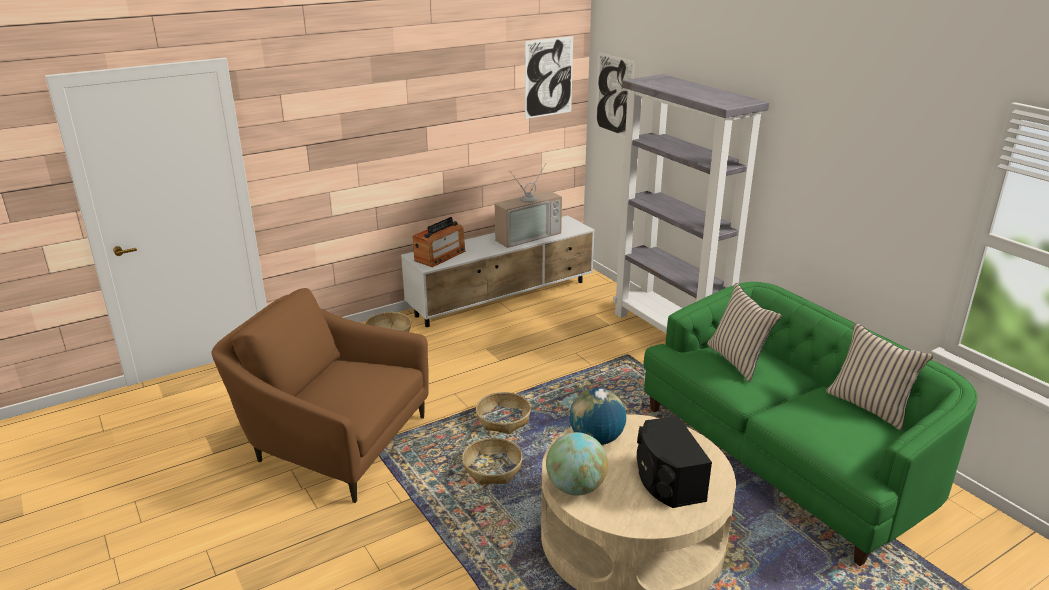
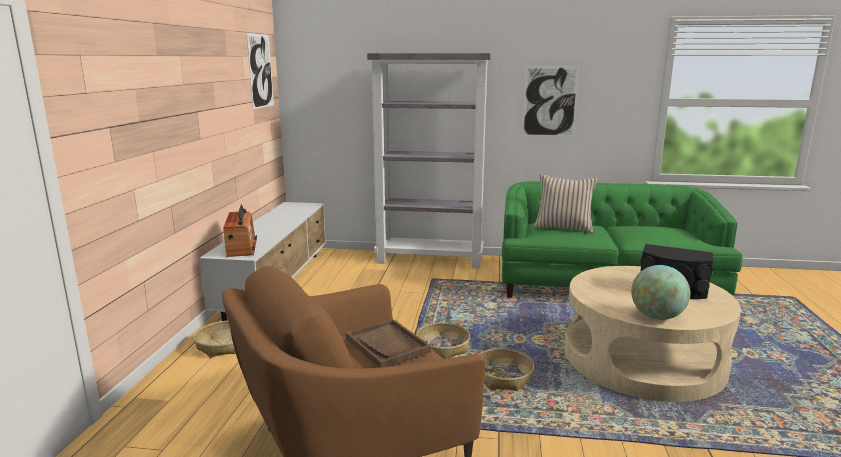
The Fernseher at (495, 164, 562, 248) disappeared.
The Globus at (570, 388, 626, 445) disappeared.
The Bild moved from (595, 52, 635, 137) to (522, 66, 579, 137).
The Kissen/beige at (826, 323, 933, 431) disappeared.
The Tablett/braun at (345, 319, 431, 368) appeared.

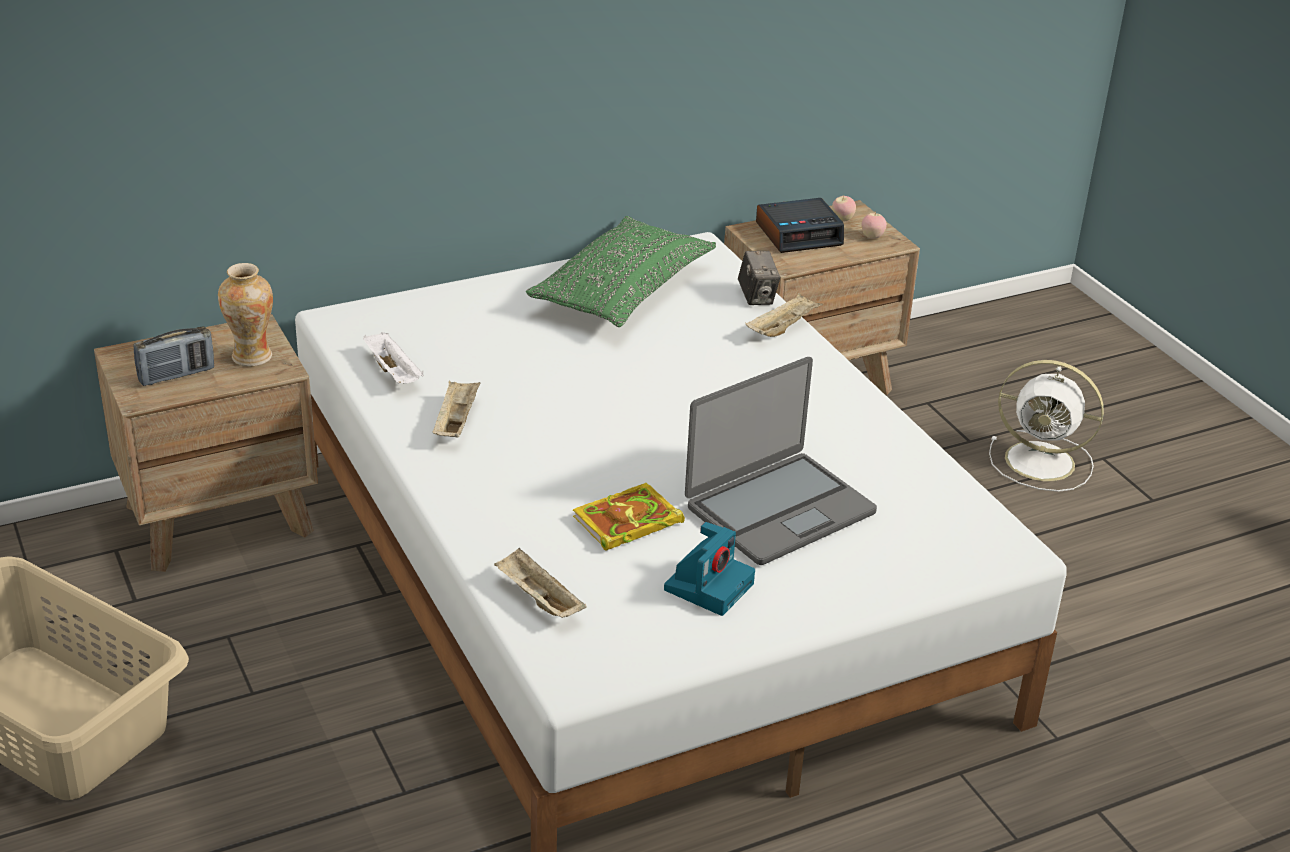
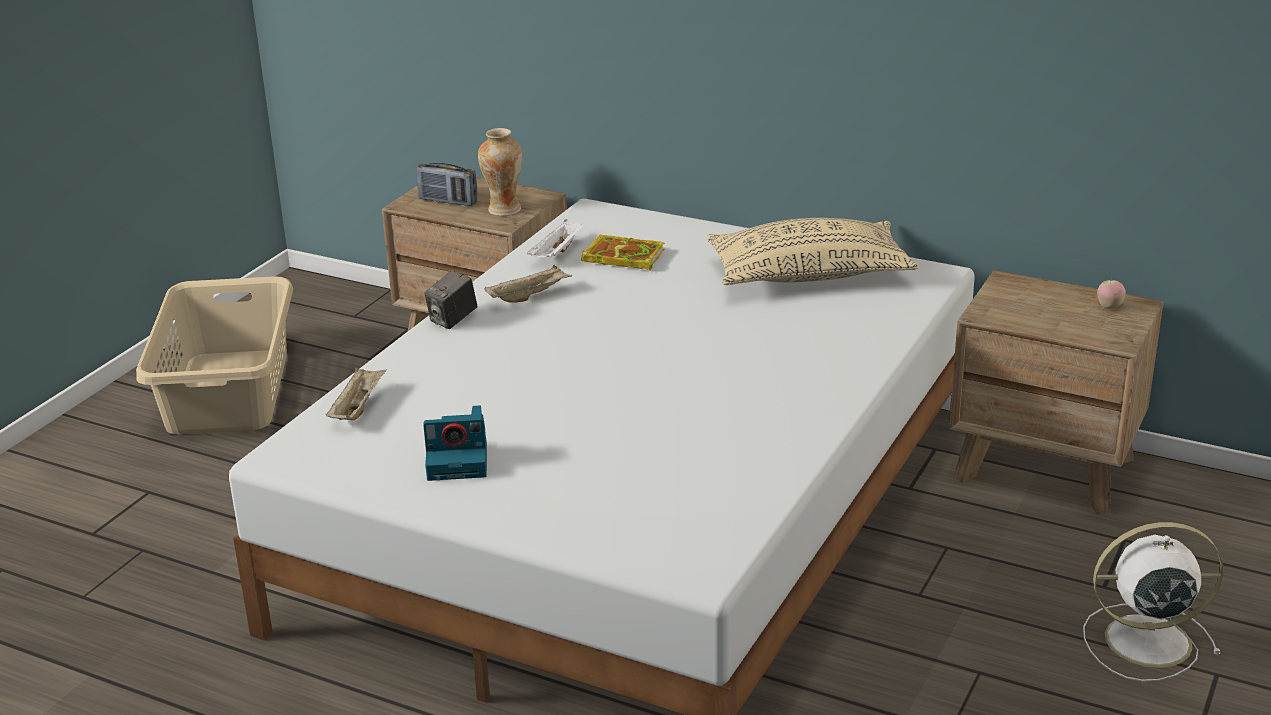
The Kissen/grün at (526, 216, 716, 327) became the Kissen/beige at (707, 218, 918, 285).
The Buch moved from (573, 483, 685, 551) to (581, 235, 665, 271).
The Laptop at (685, 357, 877, 565) disappeared.
The Kamera moved from (738, 251, 780, 305) to (424, 270, 477, 329).
The Tablett/beige at (746, 293, 823, 337) disappeared.
The Wecker at (756, 198, 844, 253) disappeared.
The Apfel at (862, 212, 887, 239) disappeared.
The Ventilator/weiß at (989, 360, 1104, 492) turned 105 degrees clockwise.

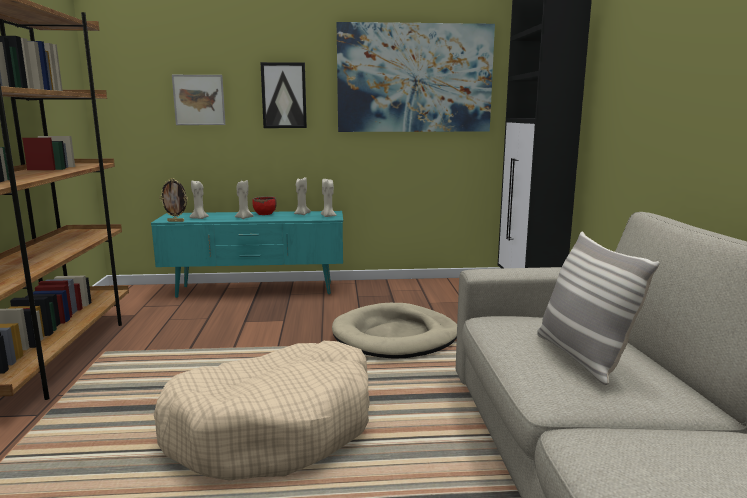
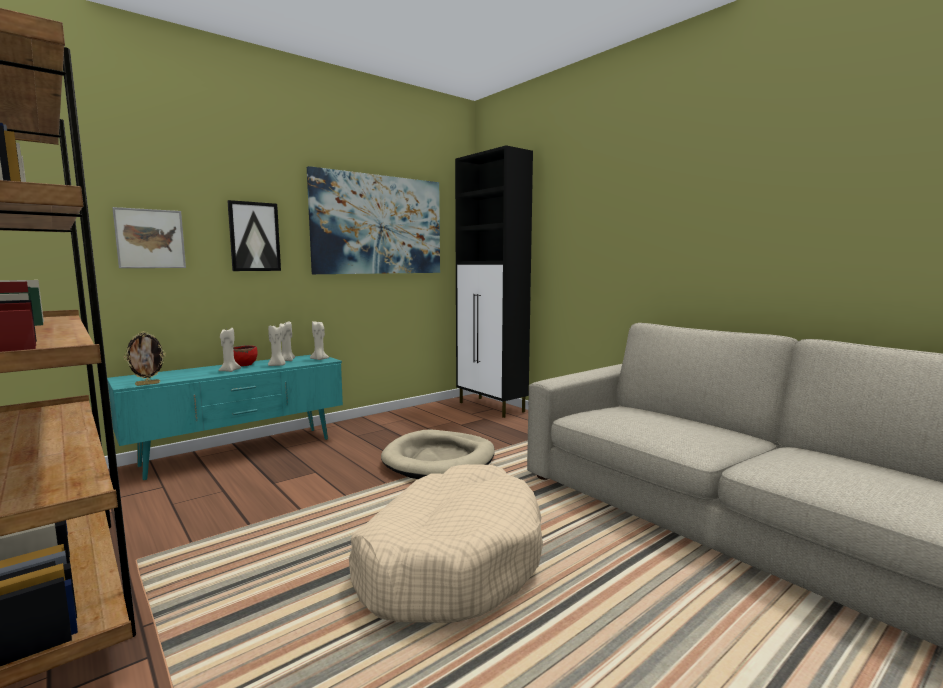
The Kerze/beige moved from (190, 180, 209, 219) to (268, 326, 285, 366).
The Kissen at (537, 232, 660, 385) disappeared.

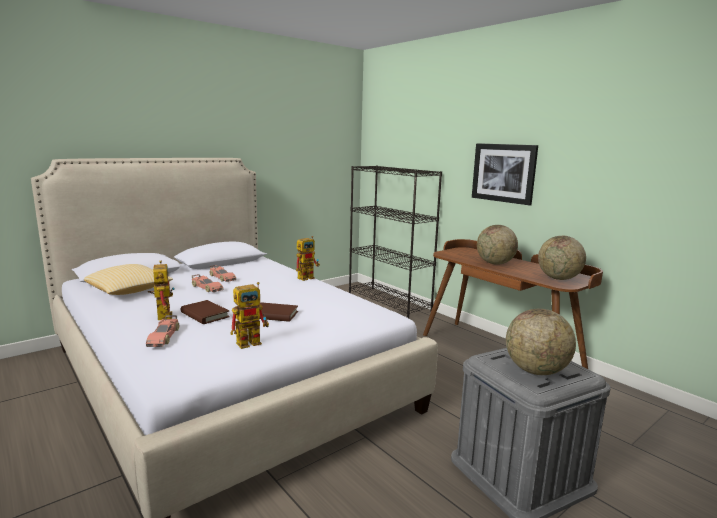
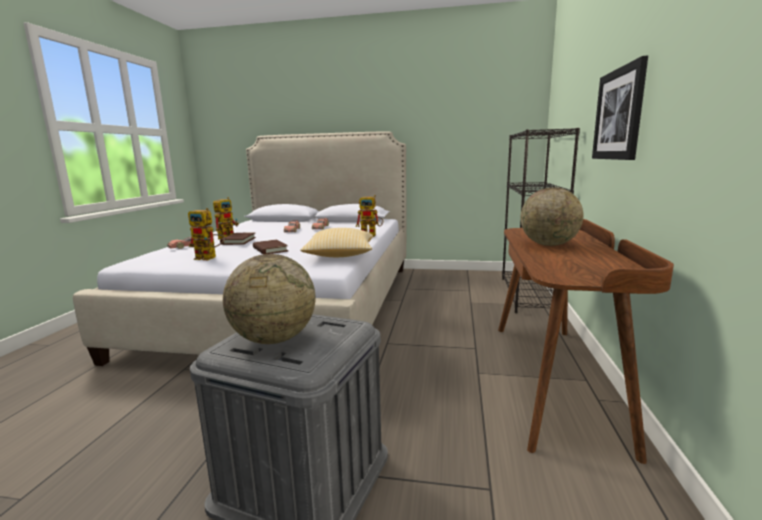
The Kissen moved from (84, 264, 173, 295) to (300, 228, 373, 257).
The Globus at (538, 236, 586, 280) disappeared.

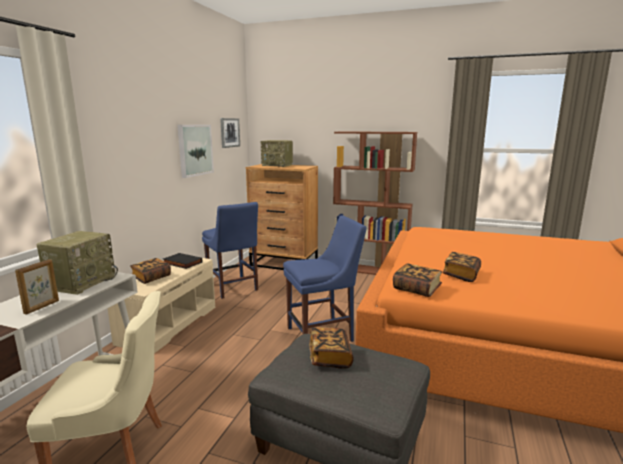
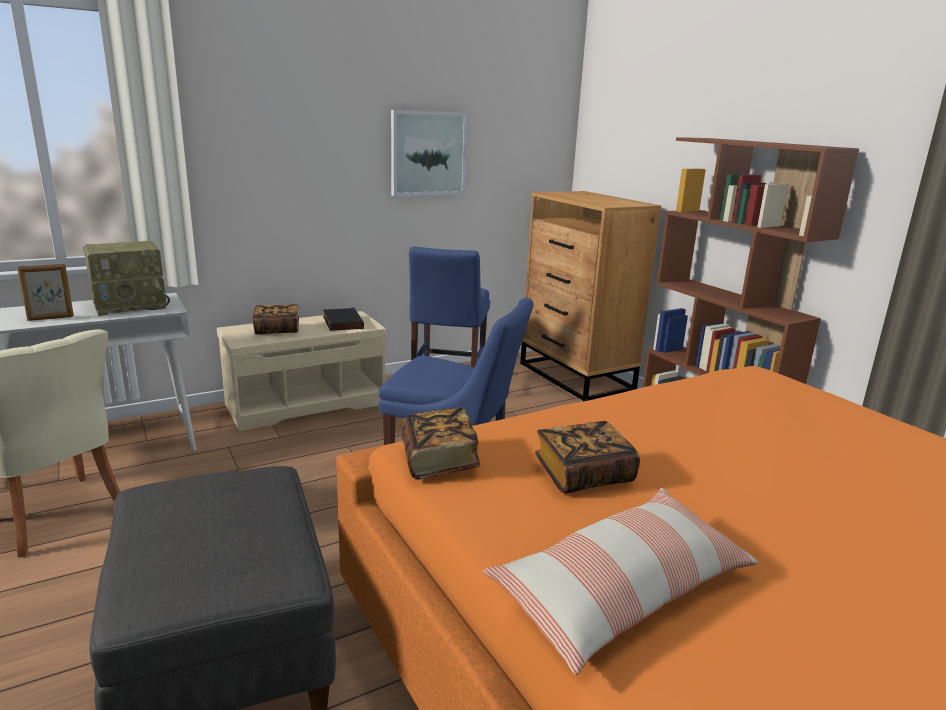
The Bild at (220, 118, 240, 148) disappeared.
The Radio at (261, 140, 293, 167) disappeared.
The Buch at (309, 327, 354, 369) disappeared.
The Kissen at (483, 488, 758, 676) appeared.

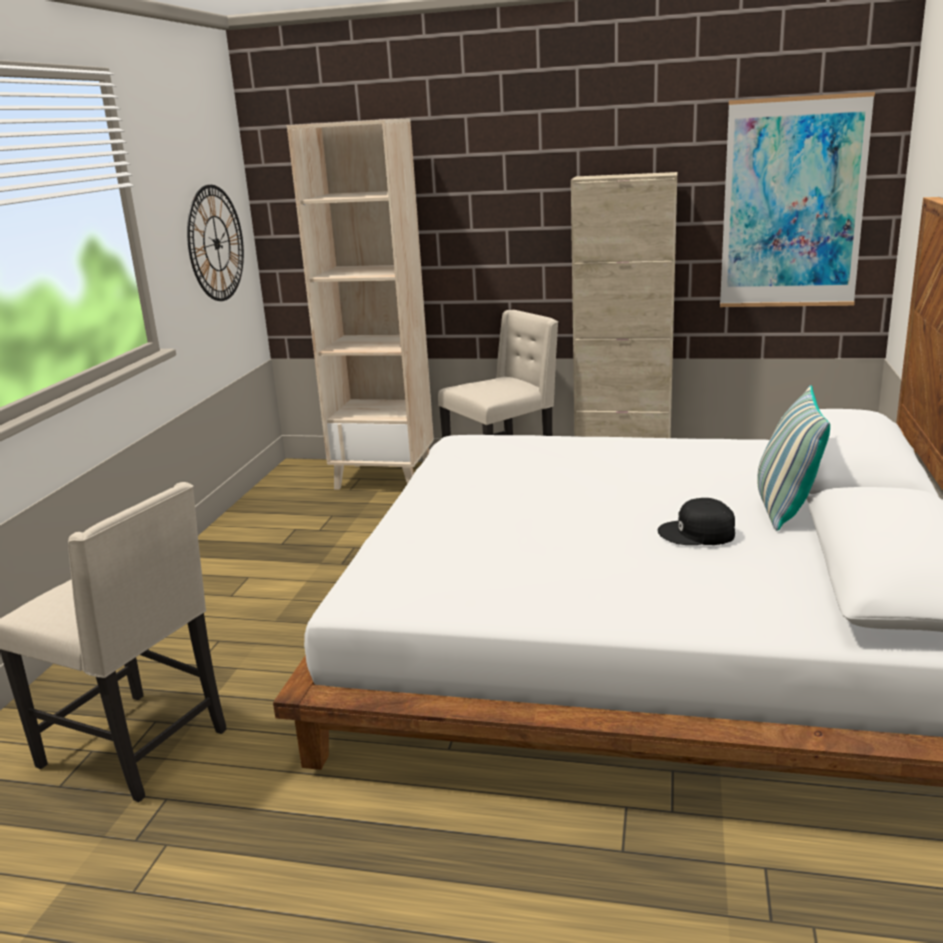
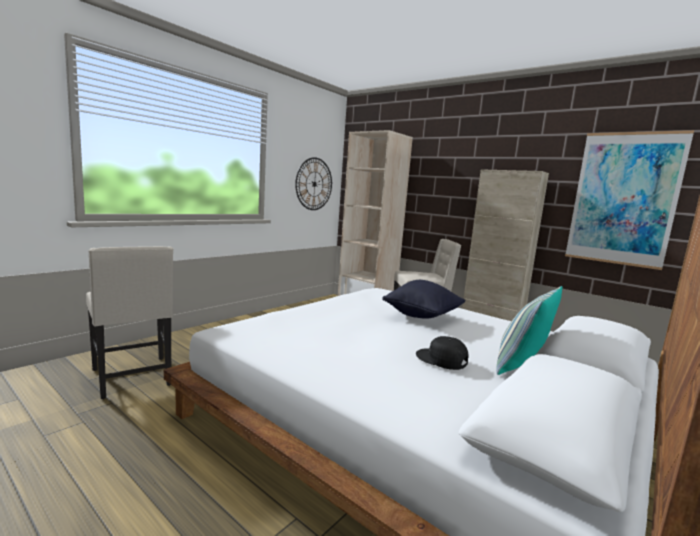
The Kissen/schwarz at (382, 280, 465, 319) appeared.

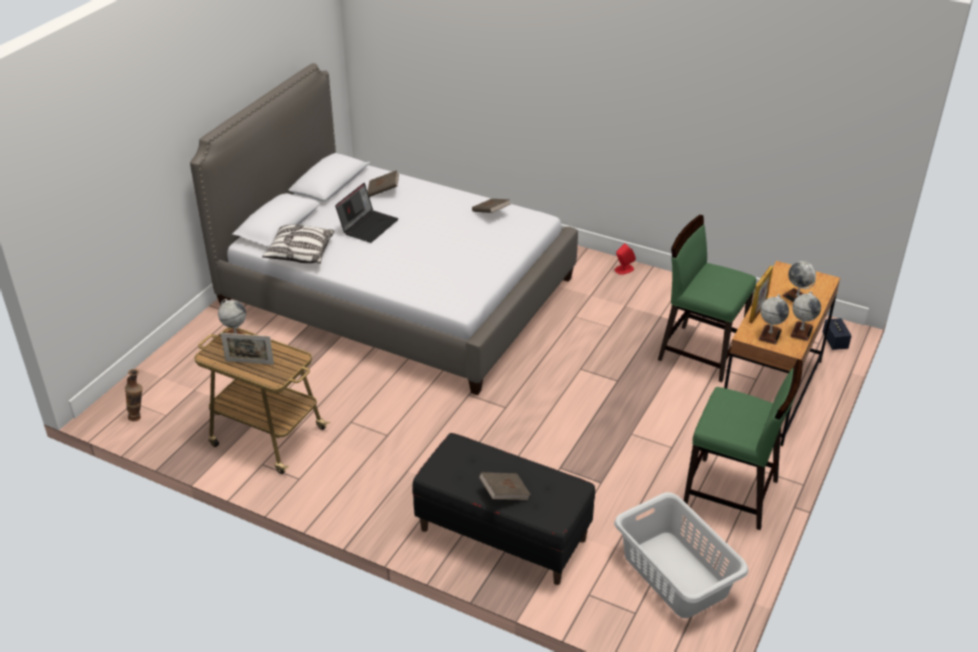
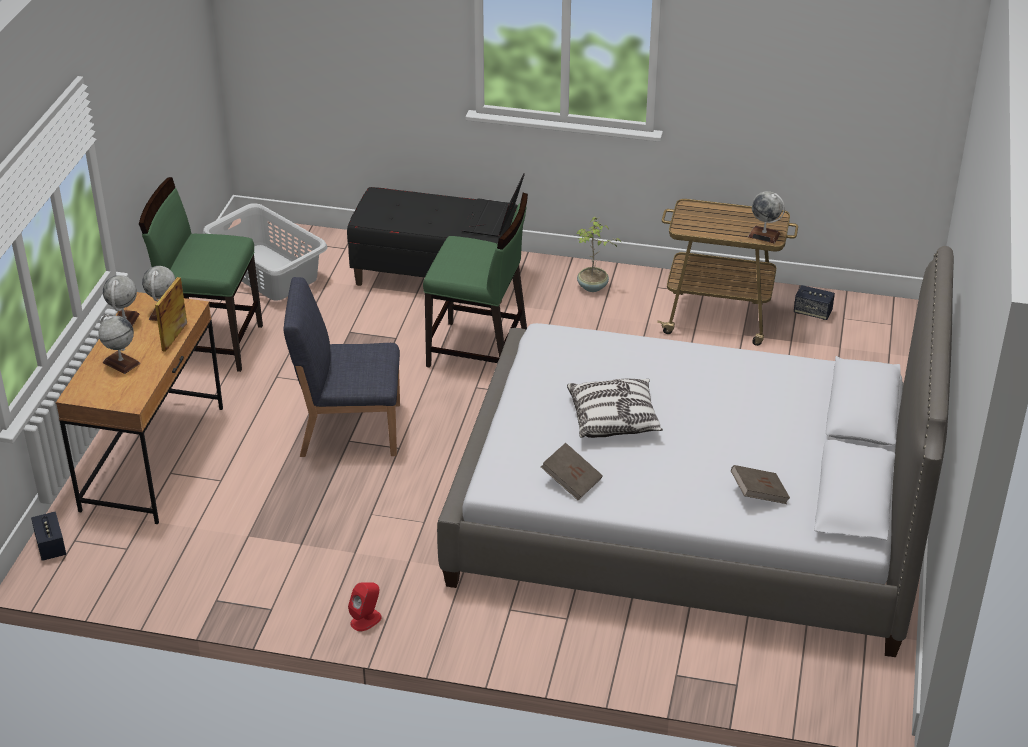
The Vase at (125, 369, 143, 421) disappeared.
The Bilderrahmen at (220, 333, 274, 365) disappeared.
The Kissen moved from (262, 225, 334, 264) to (567, 379, 663, 438).
The Laptop moved from (335, 183, 398, 243) to (461, 174, 525, 237).
The Buch/braun at (479, 472, 531, 500) disappeared.
The Stuhl/grün moved from (658, 215, 756, 382) to (423, 193, 528, 368).
The Stuhl/blau at (284, 277, 400, 457) appeared.
The Topfpflanze at (576, 217, 621, 292) appeared.
The Lautsprecher at (794, 285, 835, 320) appeared.

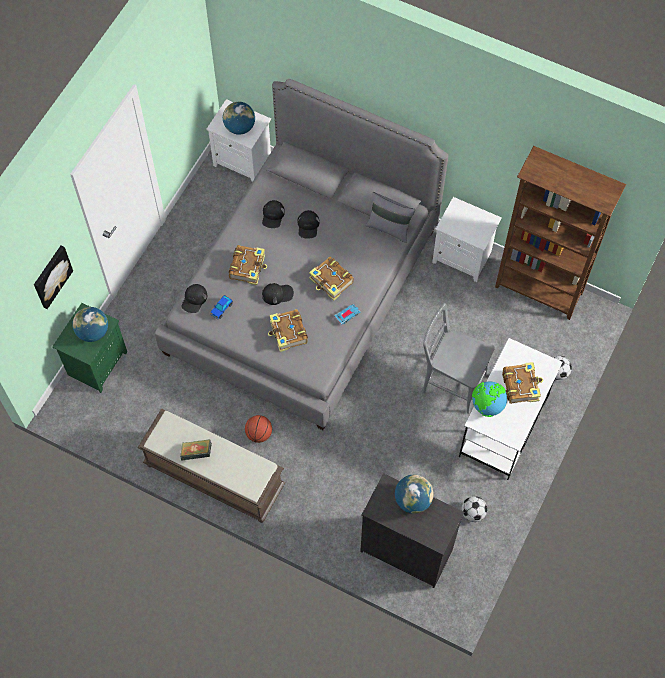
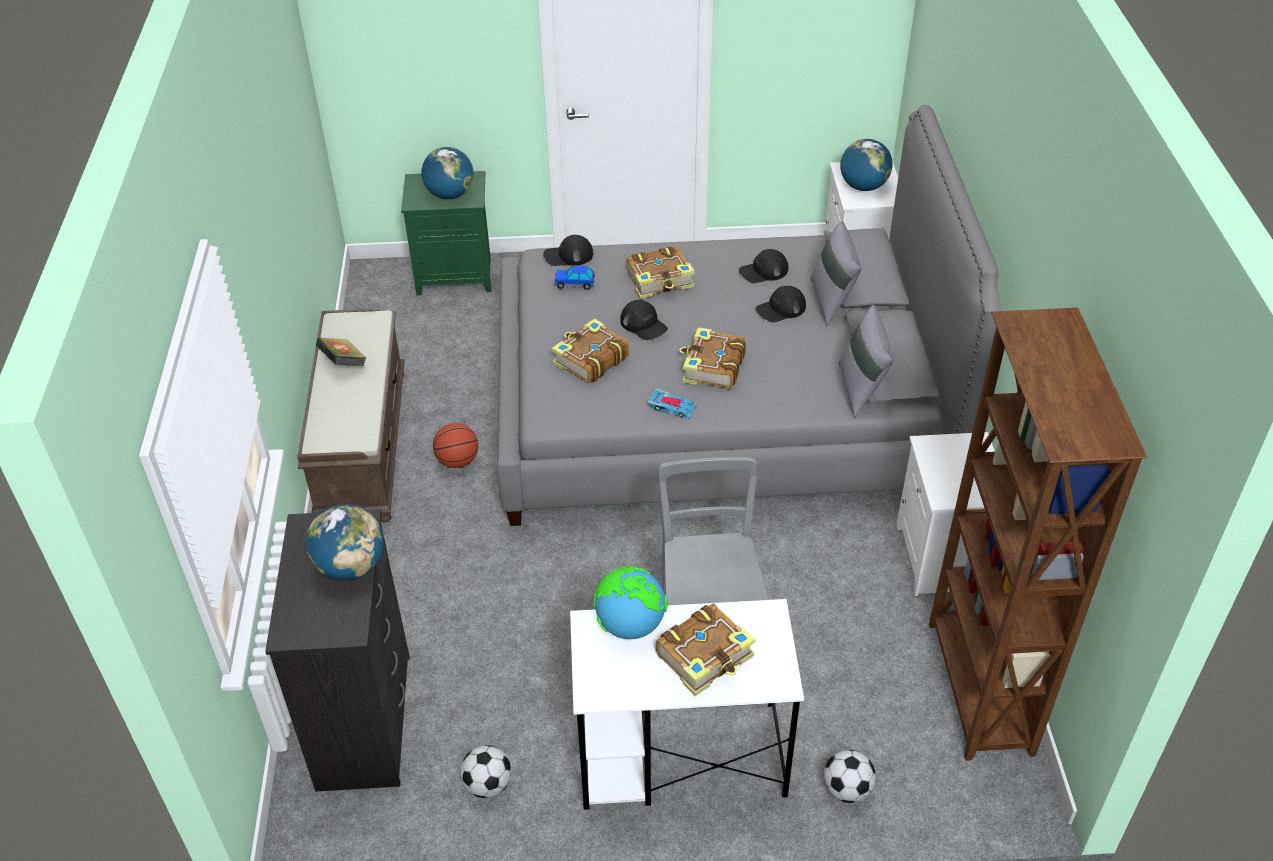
The Bild at (34, 246, 73, 309) disappeared.
The Kissen/grau at (811, 221, 862, 325) appeared.

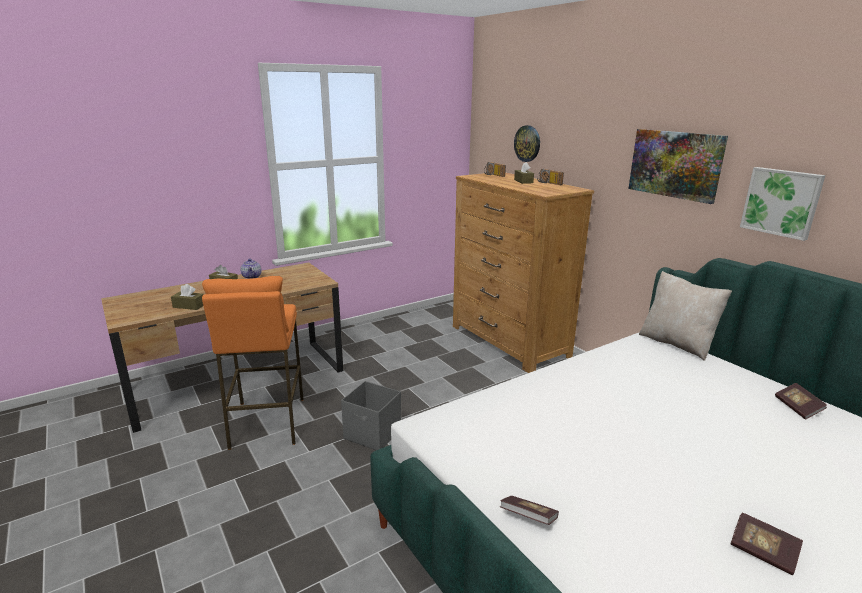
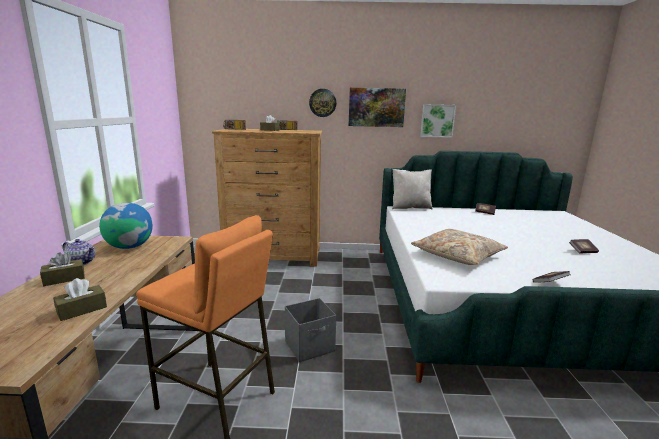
The Wanduhr moved from (514, 125, 540, 162) to (309, 89, 336, 117).
The Globus at (99, 203, 153, 249) appeared.
The Kissen/beige at (411, 229, 508, 265) appeared.

